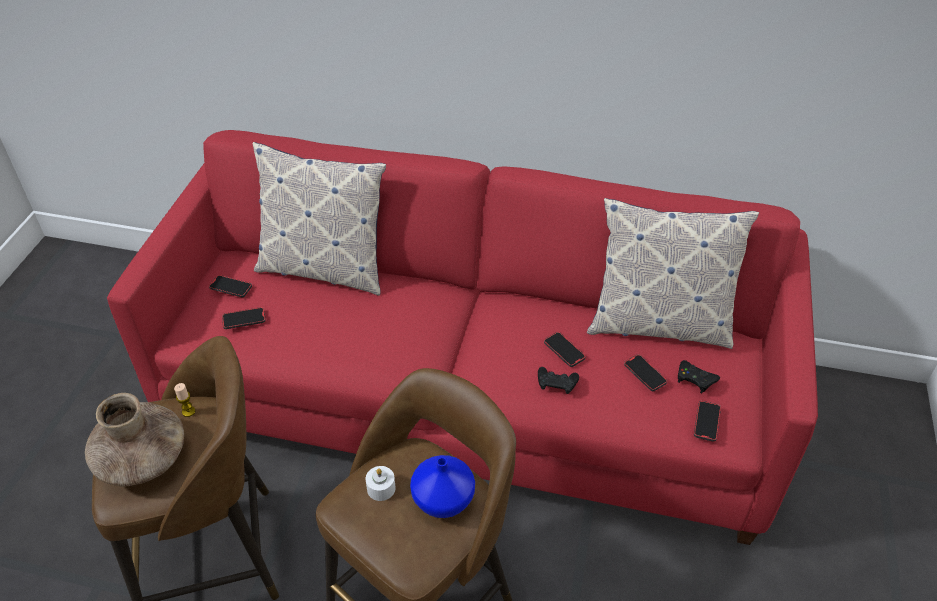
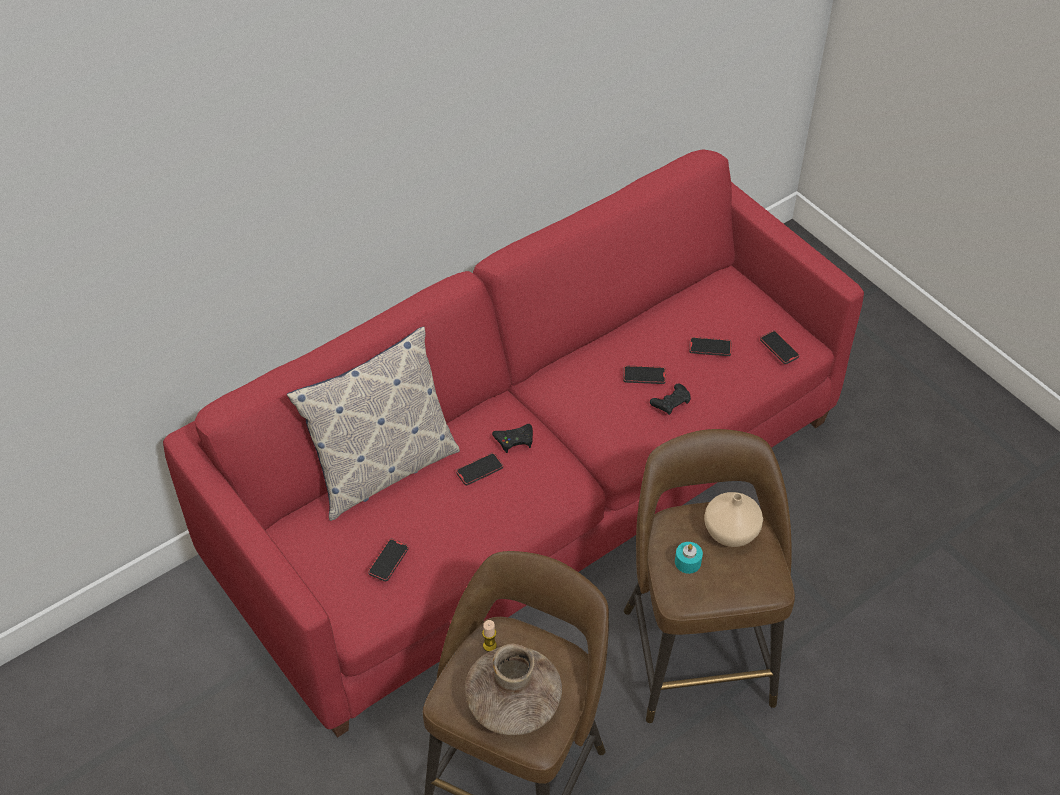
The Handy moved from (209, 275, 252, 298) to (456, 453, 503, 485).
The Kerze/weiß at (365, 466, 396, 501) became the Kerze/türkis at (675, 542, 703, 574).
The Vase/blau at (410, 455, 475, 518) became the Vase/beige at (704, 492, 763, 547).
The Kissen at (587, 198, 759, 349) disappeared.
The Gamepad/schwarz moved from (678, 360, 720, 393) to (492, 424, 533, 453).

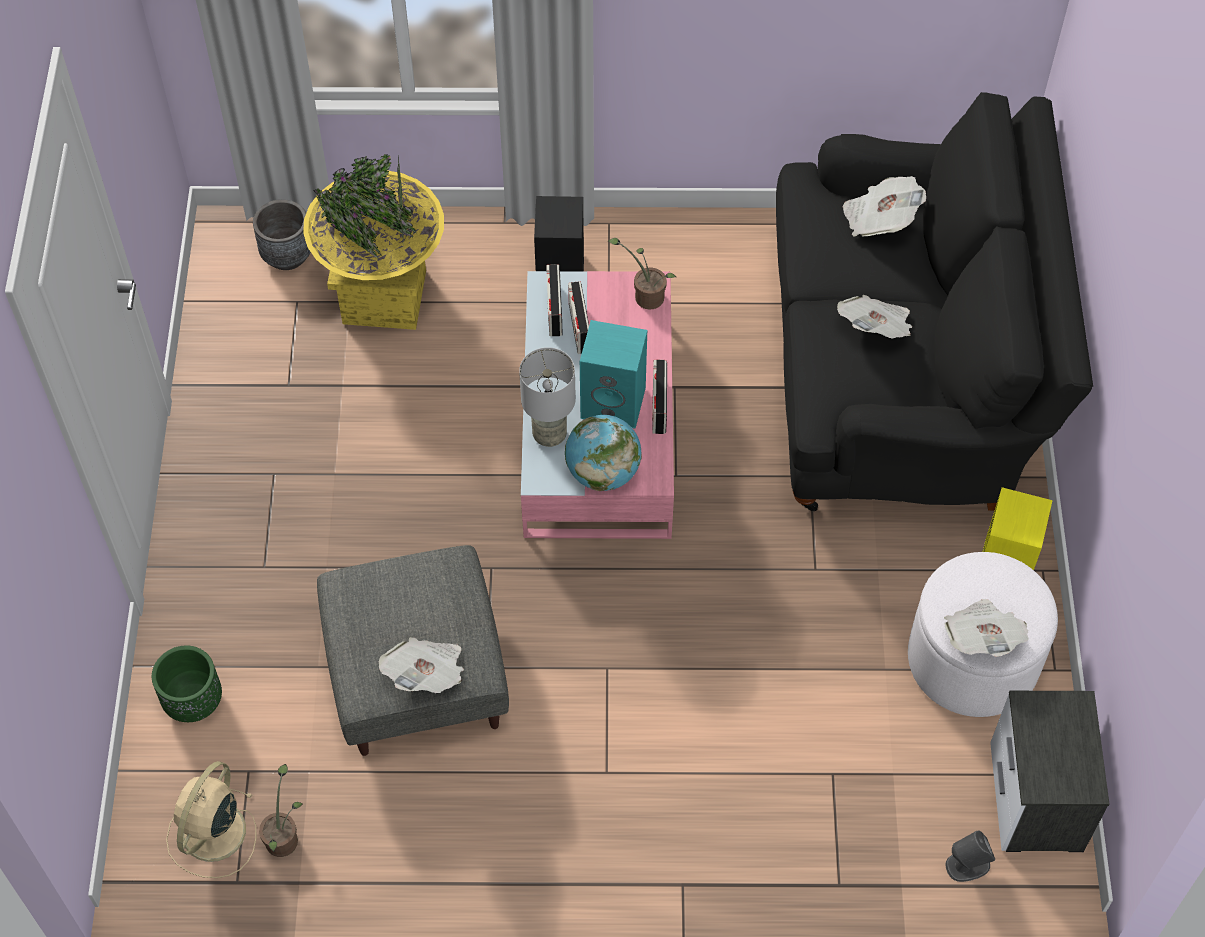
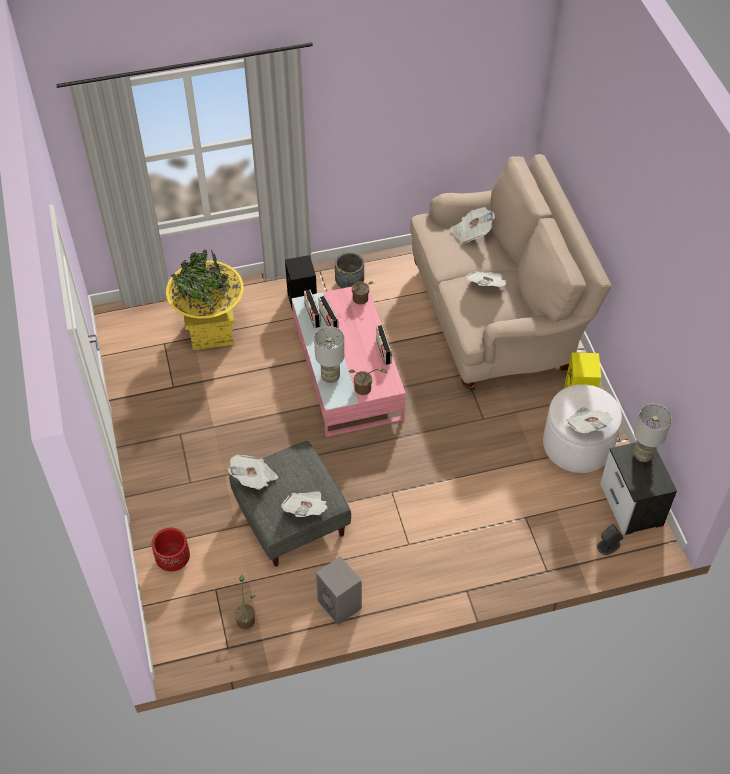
The Pflanzkübel/grün at (152, 645, 222, 722) became the Pflanzkübel/rot at (152, 528, 190, 571).
The Ventilator/beige at (166, 761, 257, 878) disappeared.
The Pflanzkübel/grau moved from (253, 199, 311, 270) to (335, 252, 364, 288).
The Globus at (565, 415, 641, 491) was replaced by the Topfpflanze at (348, 369, 387, 395).
The Lautsprecher/türkis at (580, 320, 647, 429) disappeared.
The Sofa/schwarz at (776, 92, 1093, 511) became the Sofa/beige at (410, 154, 612, 391).
The Zeitung at (228, 454, 278, 490) appeared.
The Lautsprecher/grau at (316, 556, 362, 625) appeared.
The Tischlampe/grau at (634, 404, 672, 462) appeared.

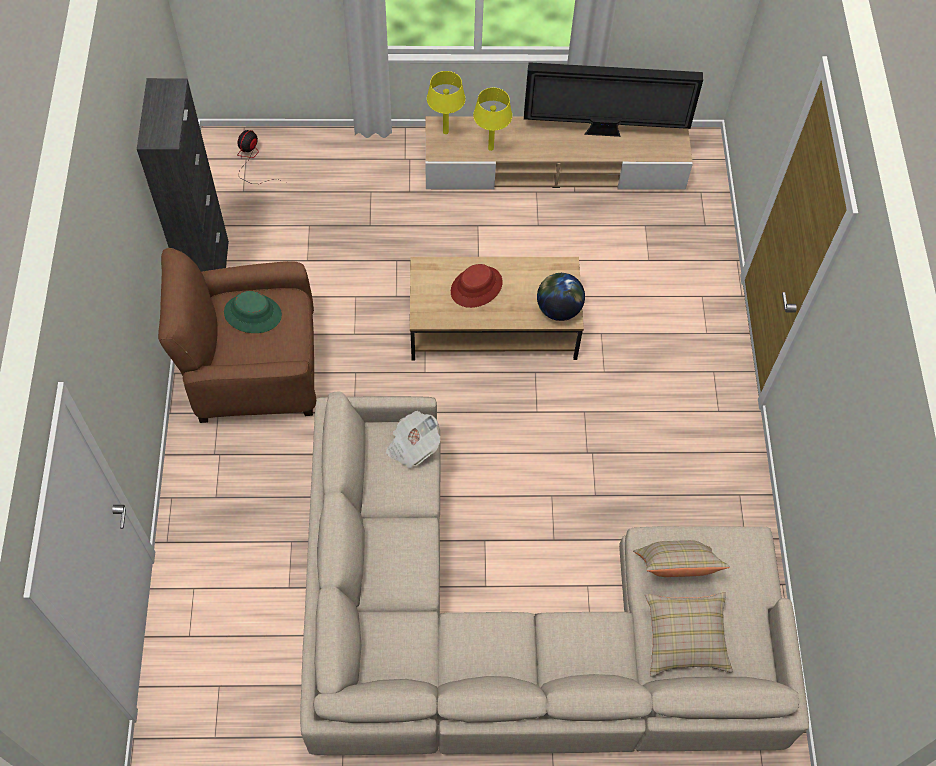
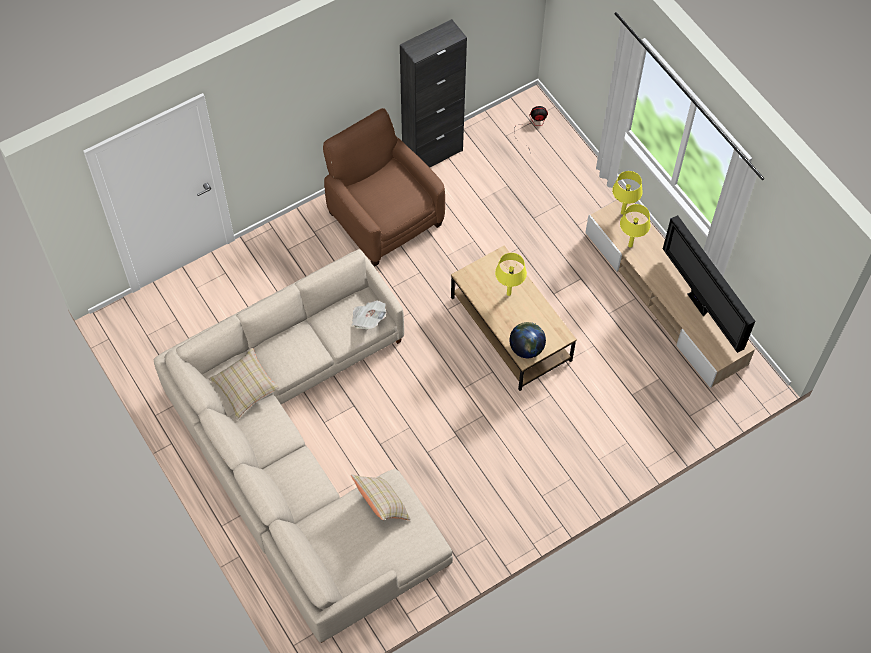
The Hut/grün at (224, 291, 282, 333) disappeared.
The Hut/rot at (451, 264, 503, 308) was replaced by the Tischlampe/gelb at (495, 253, 527, 296).
The Kissen/beige moved from (645, 592, 733, 676) to (209, 347, 280, 420).

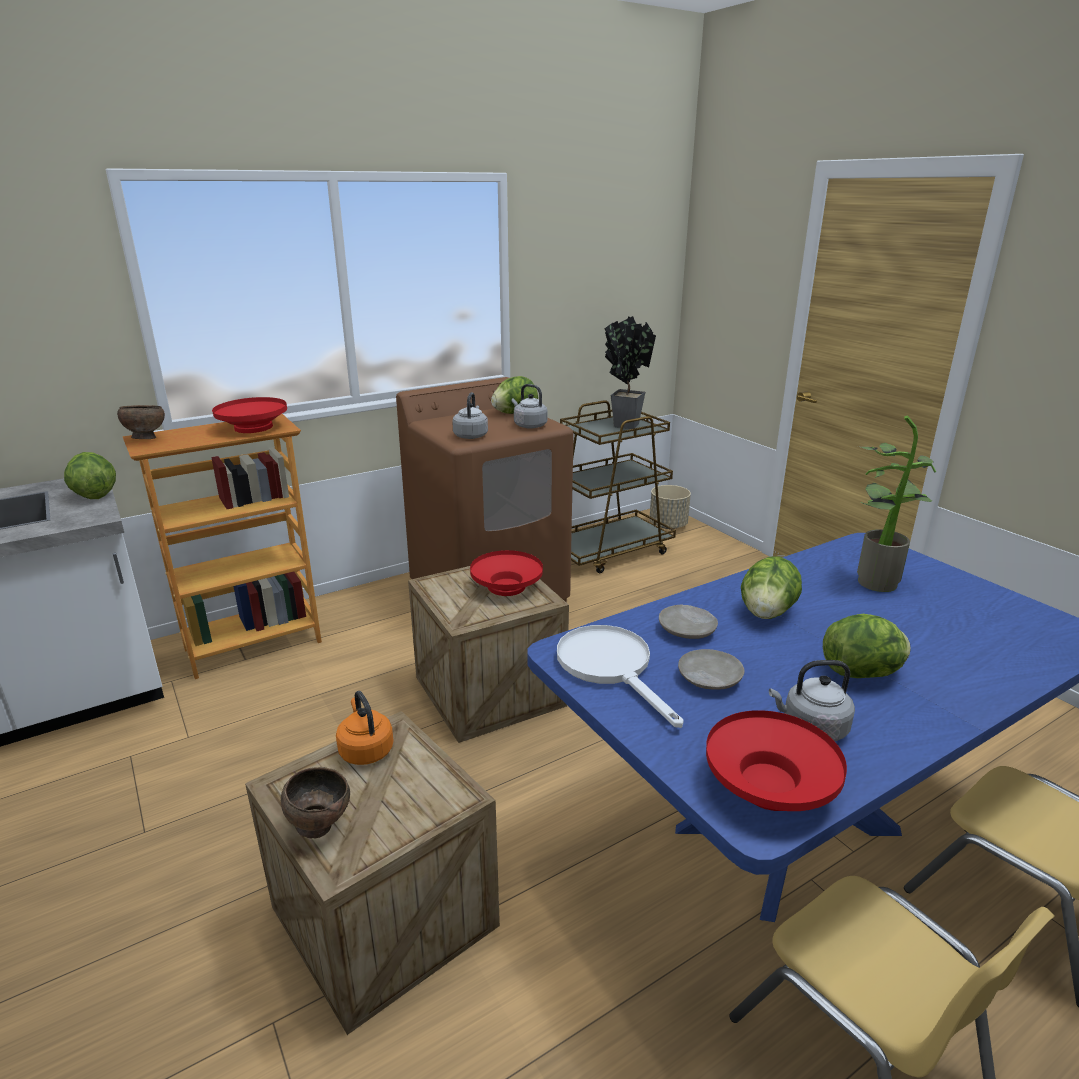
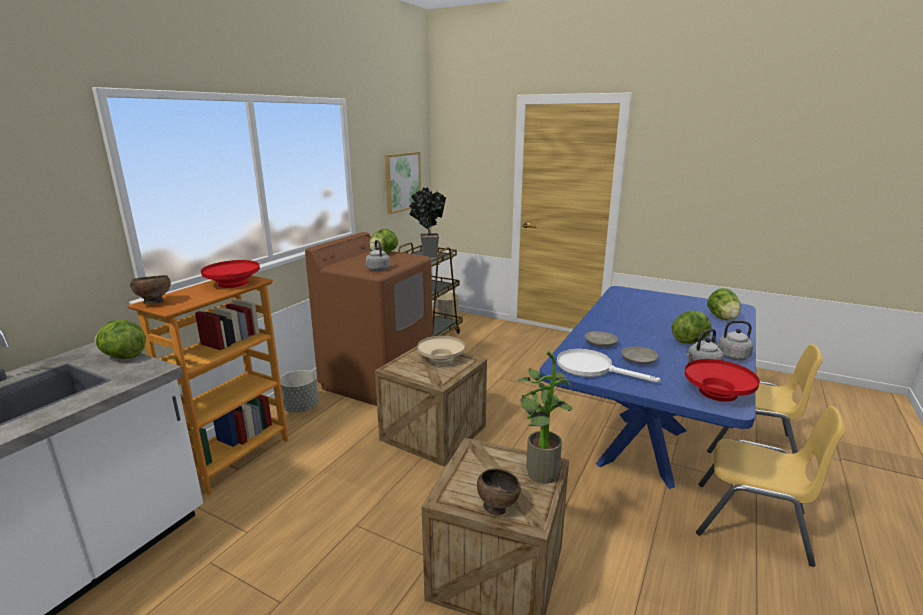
The Wasserkessel/orange at (336, 691, 393, 765) disappeared.
The Schüssel/rot at (470, 550, 543, 596) became the Schüssel/beige at (417, 336, 465, 364).
The Wasserkessel/grau moved from (512, 384, 548, 429) to (710, 320, 754, 360).
The Salatkopf moved from (741, 556, 802, 619) to (707, 288, 741, 320).
The Topfpflanze moved from (857, 416, 936, 592) to (517, 351, 572, 484).
The Pflanzkübel/grau at (280, 370, 319, 412) appeared.
The Bild at (385, 152, 421, 214) appeared.

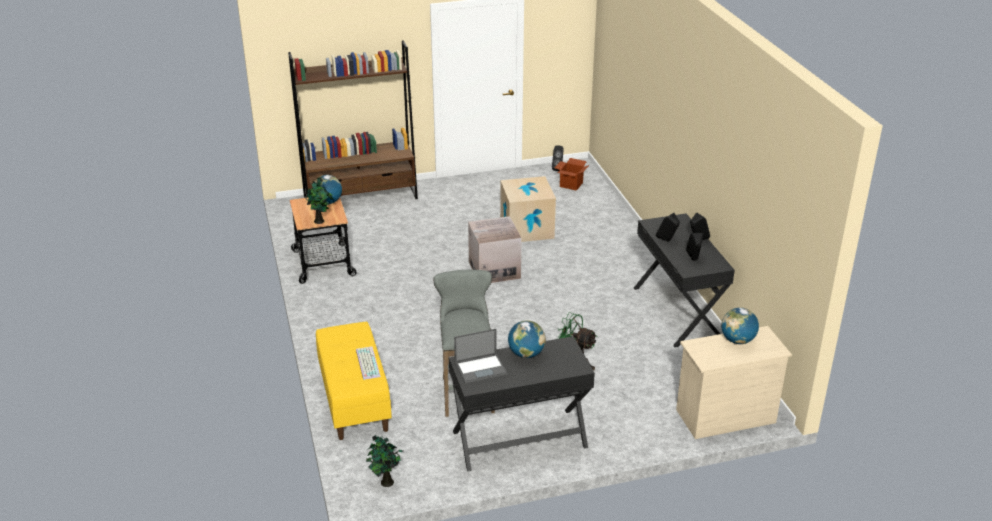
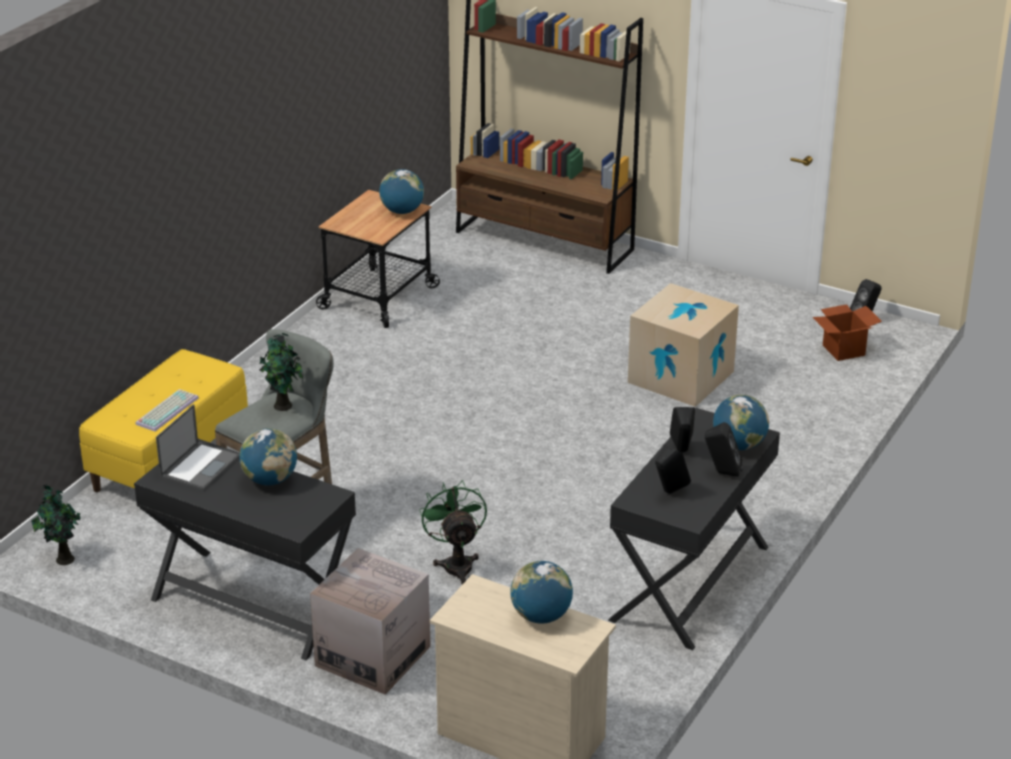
The Topfpflanze moved from (305, 178, 333, 224) to (260, 333, 303, 411).
The Laptop at (454, 329, 507, 384) turned 90 degrees counterclockwise.
The Karton moved from (468, 216, 521, 283) to (310, 548, 431, 695).
The Globus at (713, 395, 769, 450) appeared.

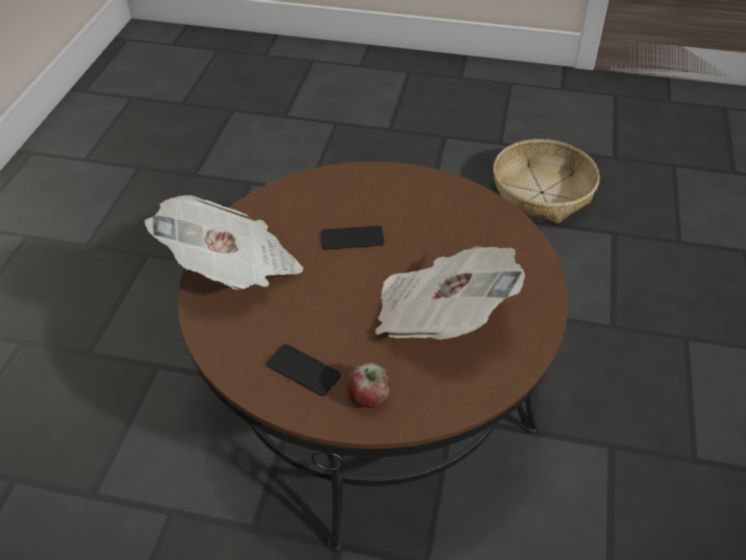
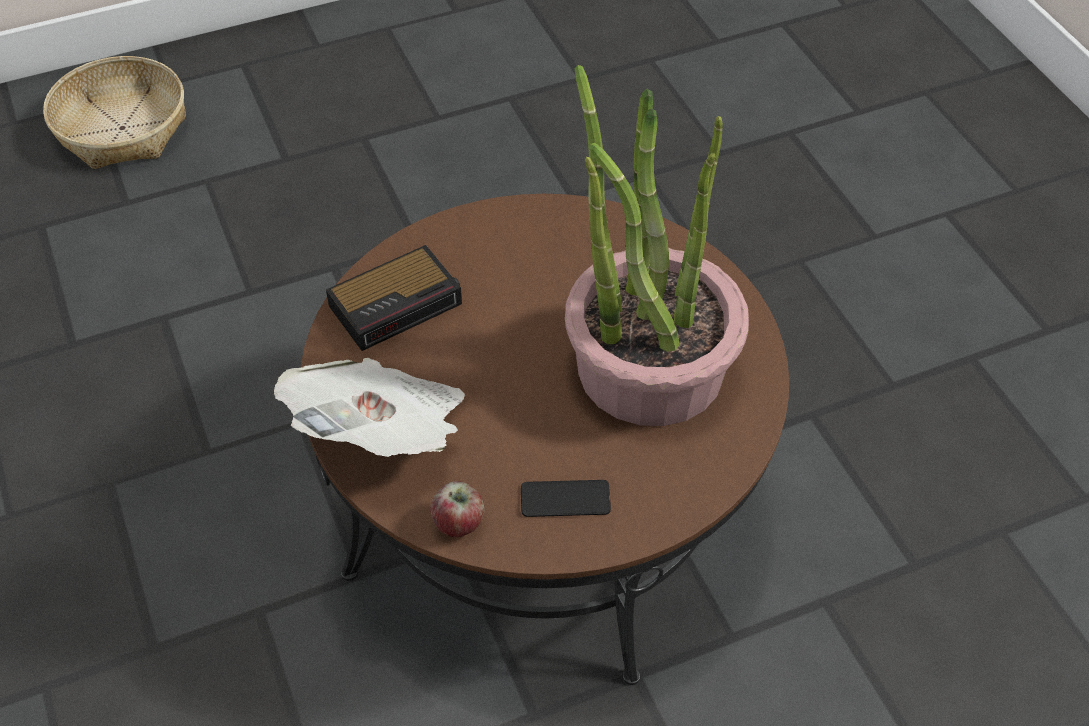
The Handy at (321, 226, 384, 250) disappeared.
The Apfel moved from (347, 363, 391, 408) to (430, 481, 484, 537).
The Zeitung at (375, 246, 525, 340) was replaced by the Topfpflanze at (565, 65, 749, 426).
The Korb moved from (493, 139, 600, 224) to (43, 56, 186, 169).
The Wecker at (326, 245, 462, 351) appeared.

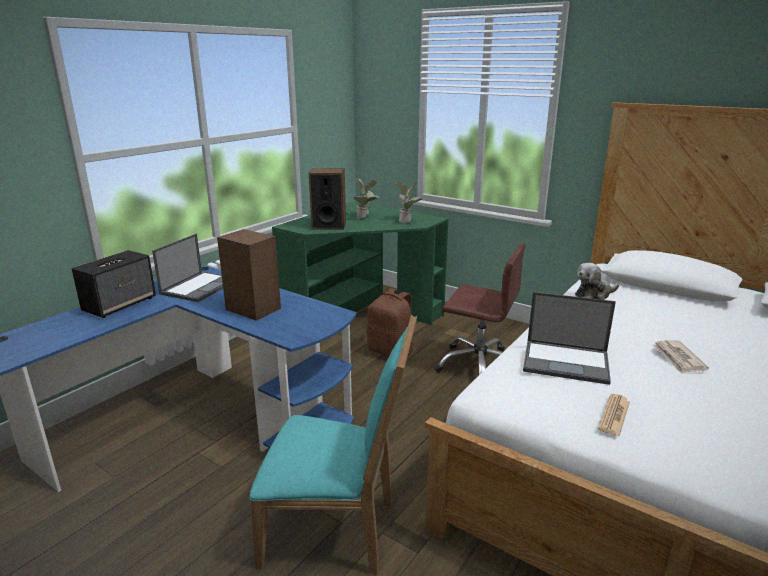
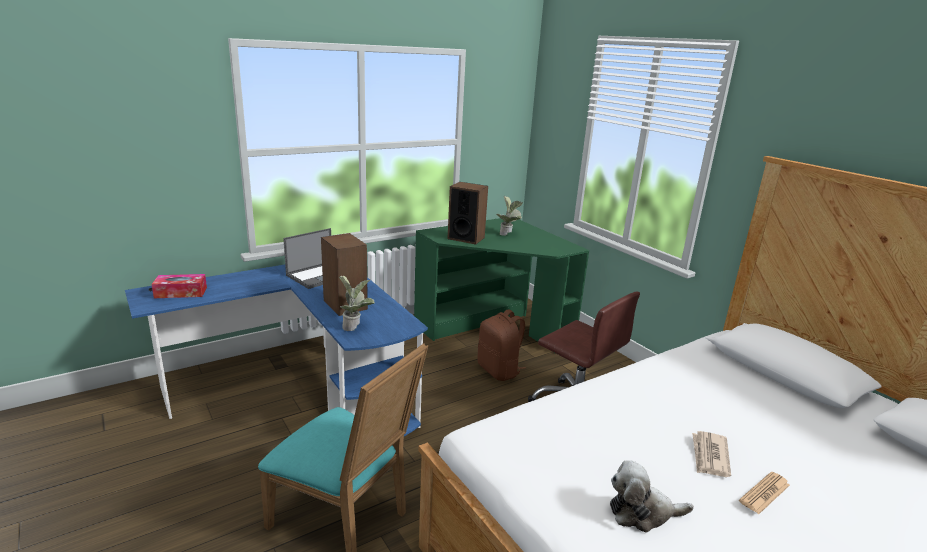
The Lautsprecher at (72, 250, 156, 318) disappeared.
The Topfpflanze moved from (396, 182, 422, 223) to (339, 276, 375, 331).
The Laptop at (523, 292, 616, 385) disappeared.
The Plüschtier moved from (575, 263, 619, 300) to (610, 460, 694, 532).
The Zeitung moved from (598, 394, 630, 436) to (739, 472, 790, 514).
The Taschentuchbox at (151, 274, 207, 298) appeared.

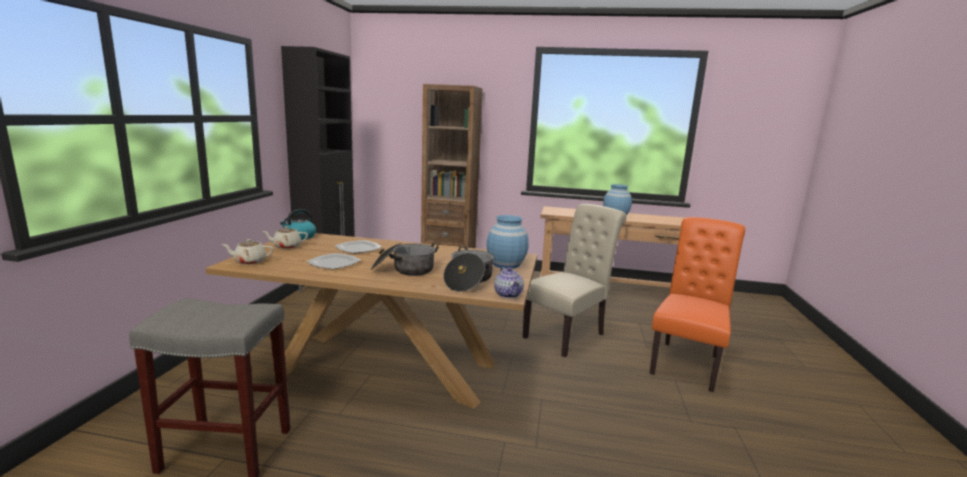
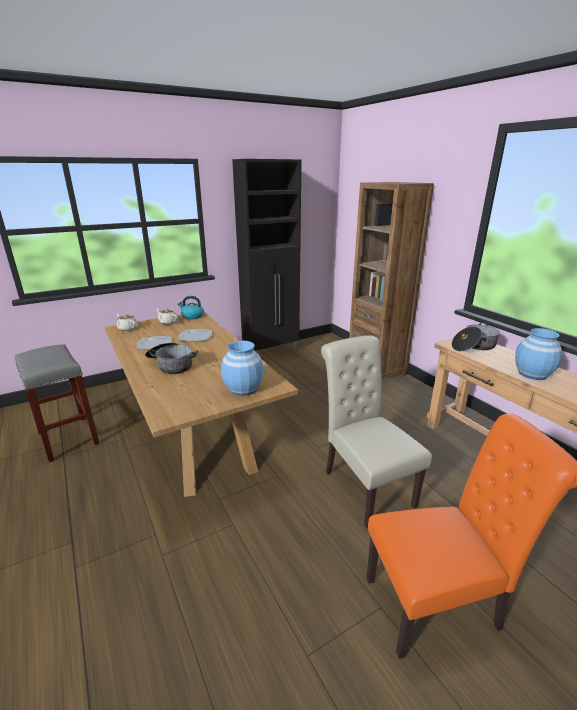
The Kochtopf moved from (443, 247, 494, 292) to (452, 322, 500, 351).
The Teekanne at (494, 267, 524, 298) disappeared.
The Stuhl/beige at (523, 204, 627, 357) turned 120 degrees counterclockwise.

